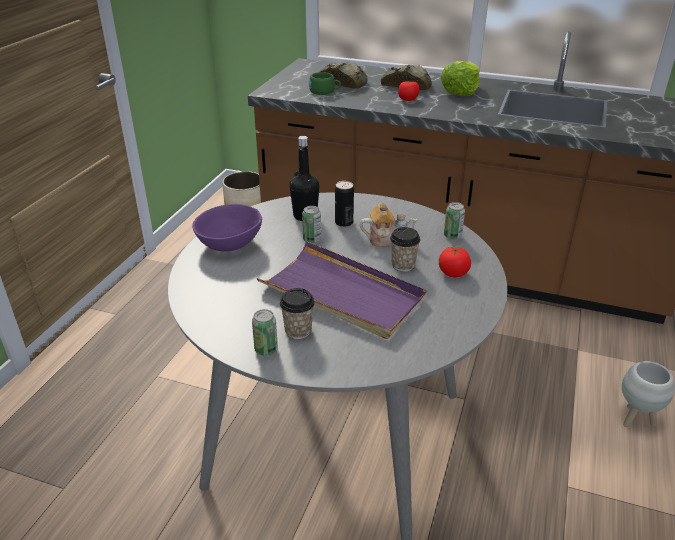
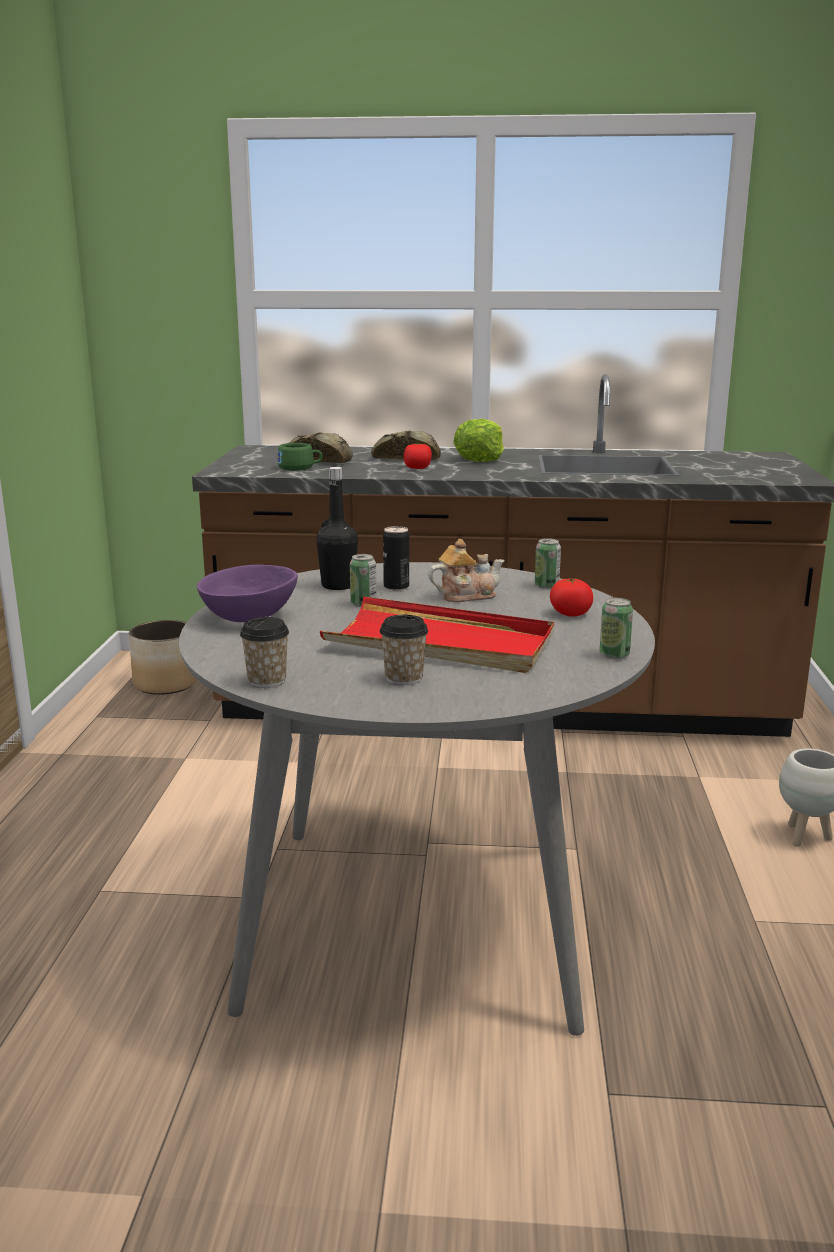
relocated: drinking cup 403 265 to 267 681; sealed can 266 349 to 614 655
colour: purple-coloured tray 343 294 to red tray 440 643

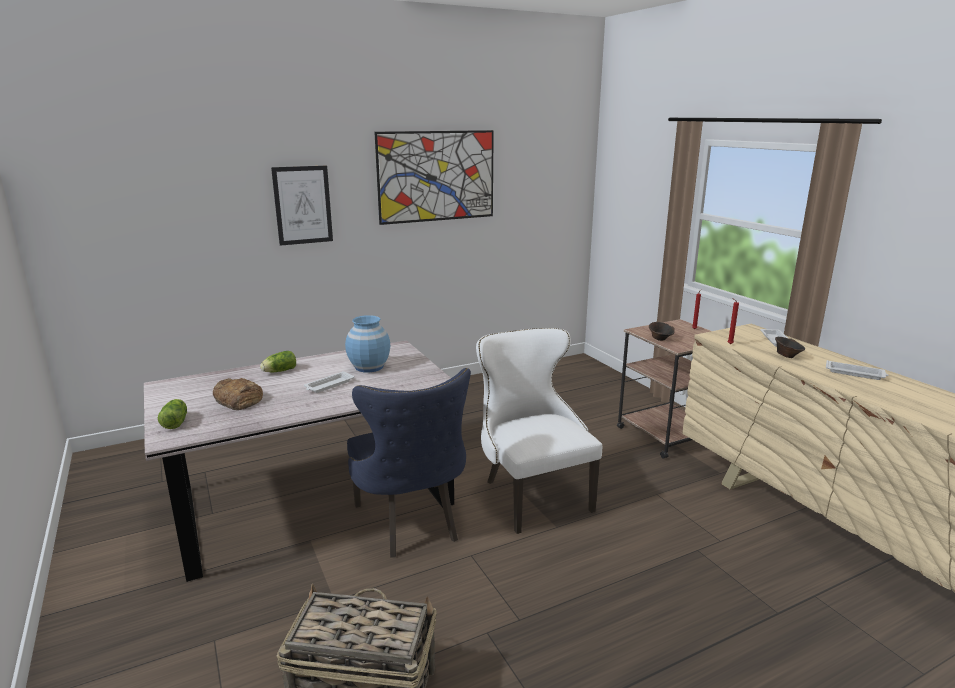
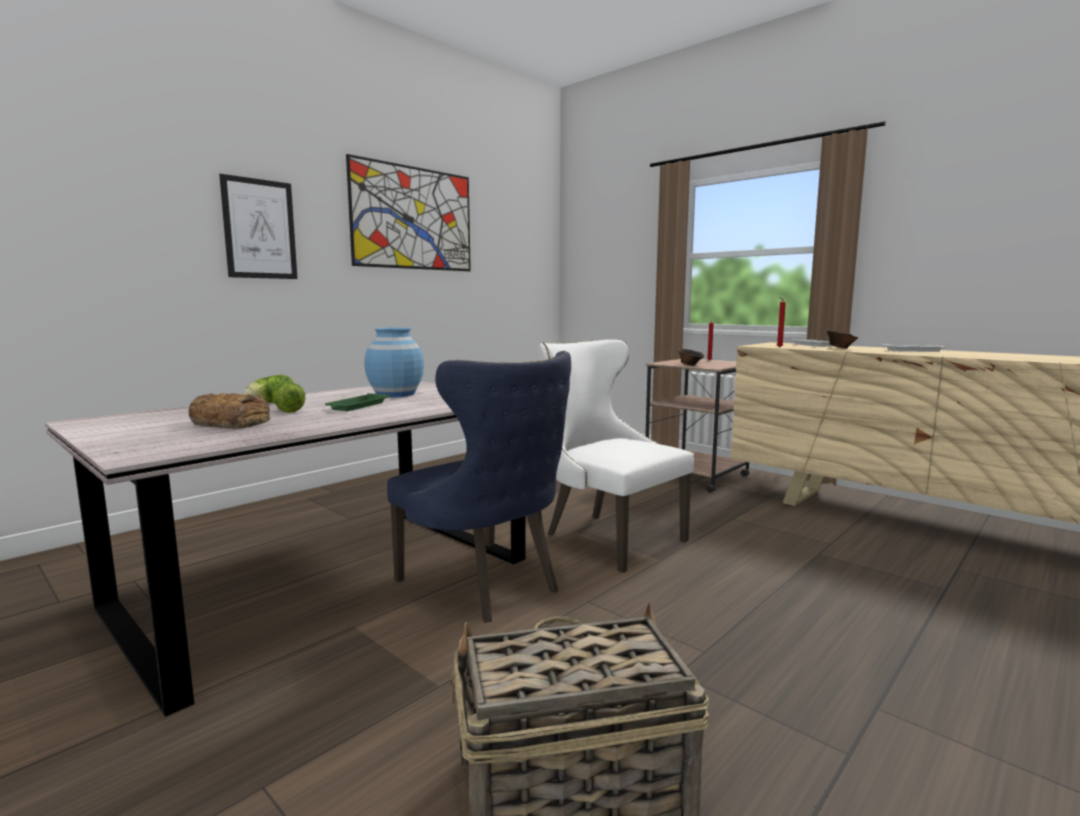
relocated: head of lettuce 176 422 to 288 409
colour: whitish tray 328 385 to greenish tray 357 406

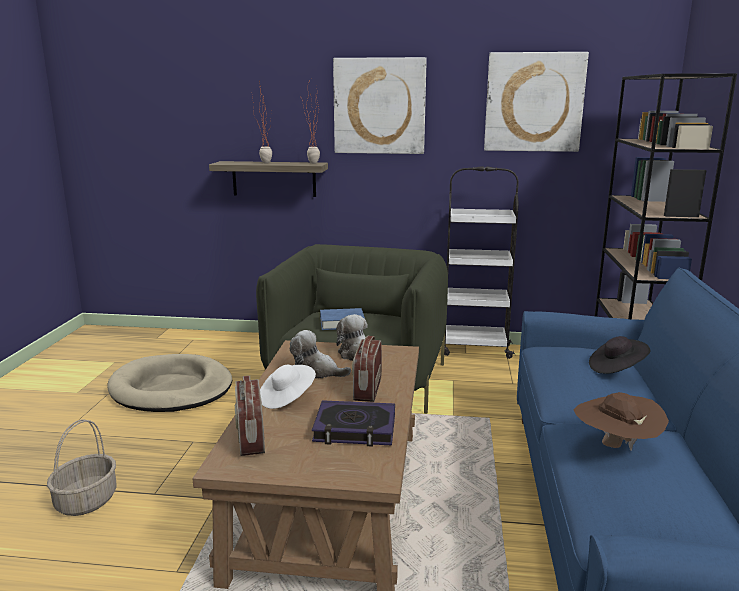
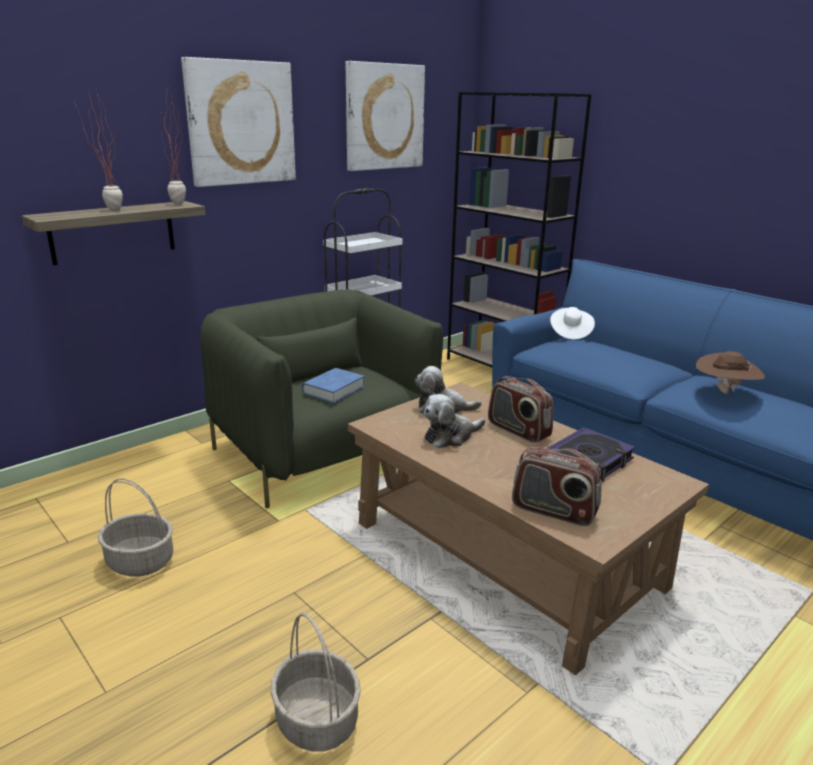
missing: blackish wearable hat 616 368
relocated: whitish wearable hat 287 398 to 570 333
exchanged: beige dog bed 171 388 to storage basket 141 561

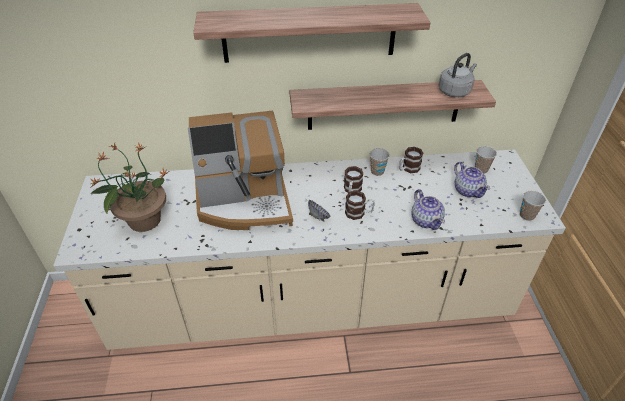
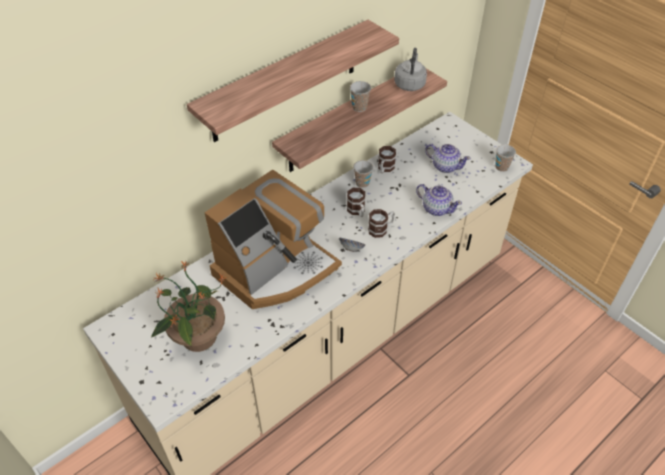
relocated: drinking cup 481 169 to 359 107

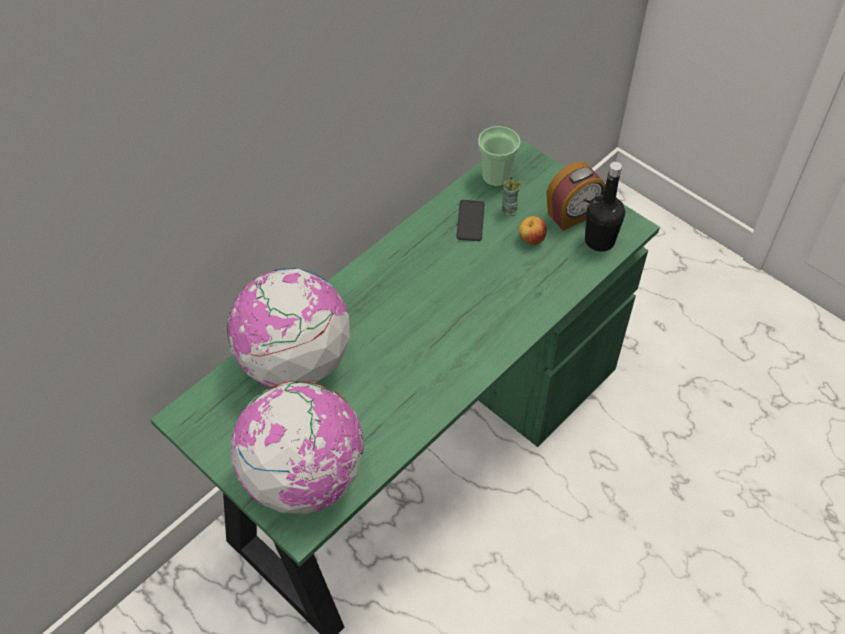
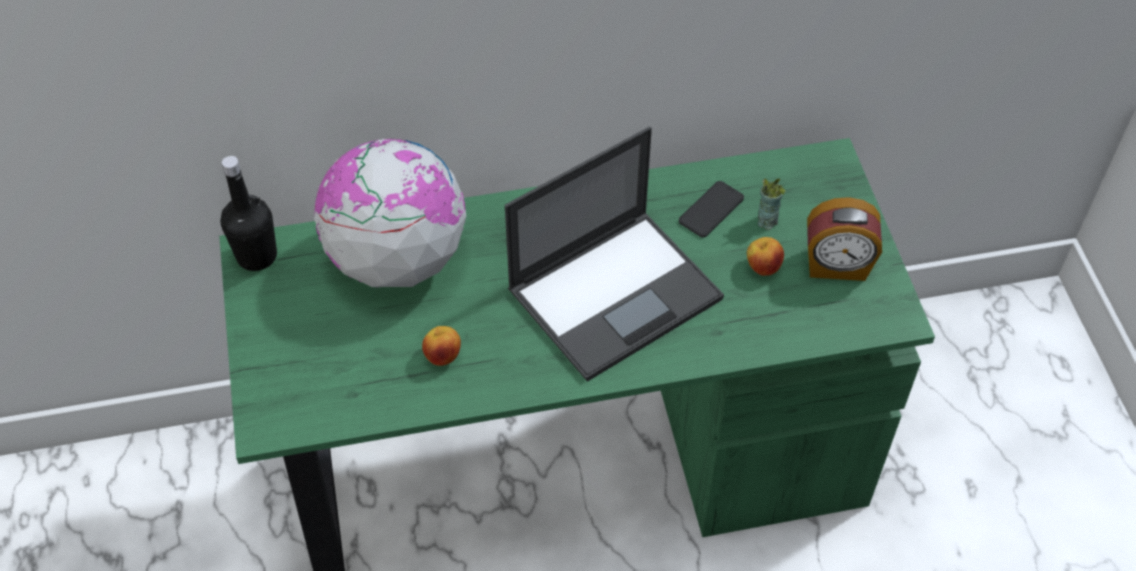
missing: drinking cup 496 177; globe 305 478
appeared: portable computer 616 292; apple 443 356
relocated: blackish beverage bottle 599 241 to 257 256

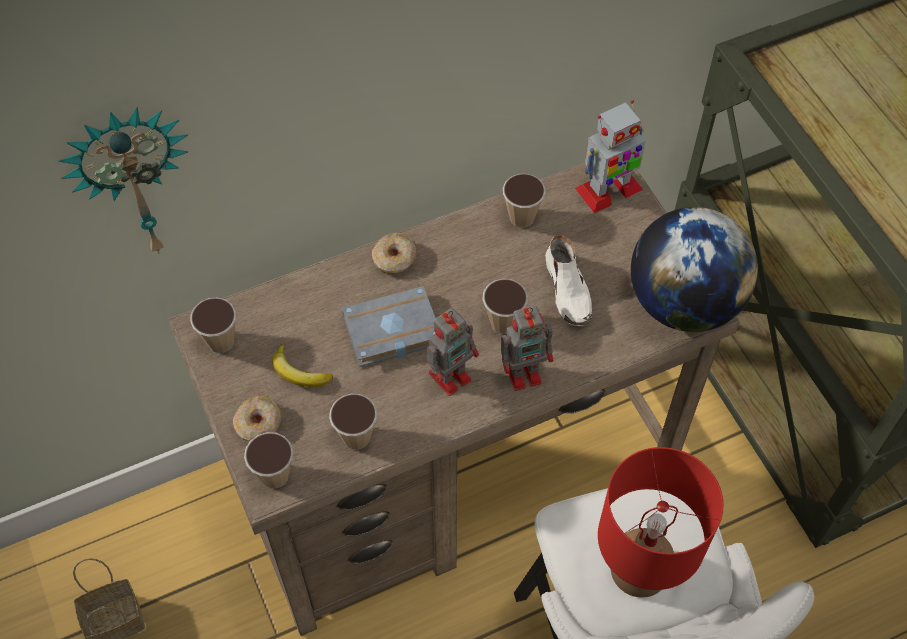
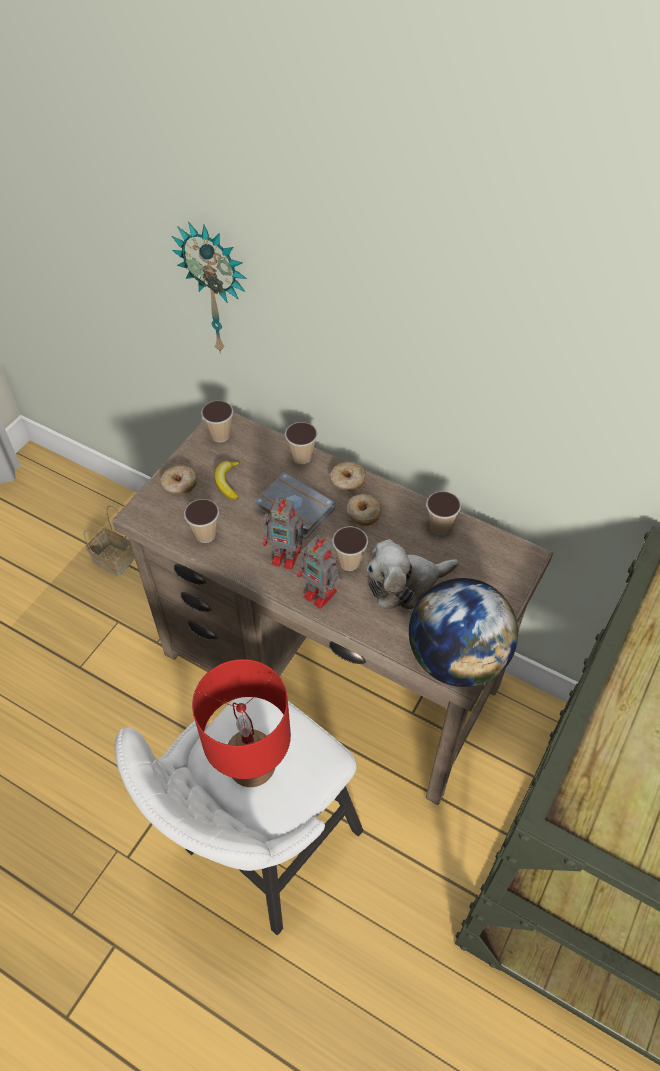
missing: model robot 608 190
appeared: ring doughnut 363 513
relocated: drinking cup 275 476 to 302 457
exchanged: whitish item of footwear 568 290 to plush toy 405 584

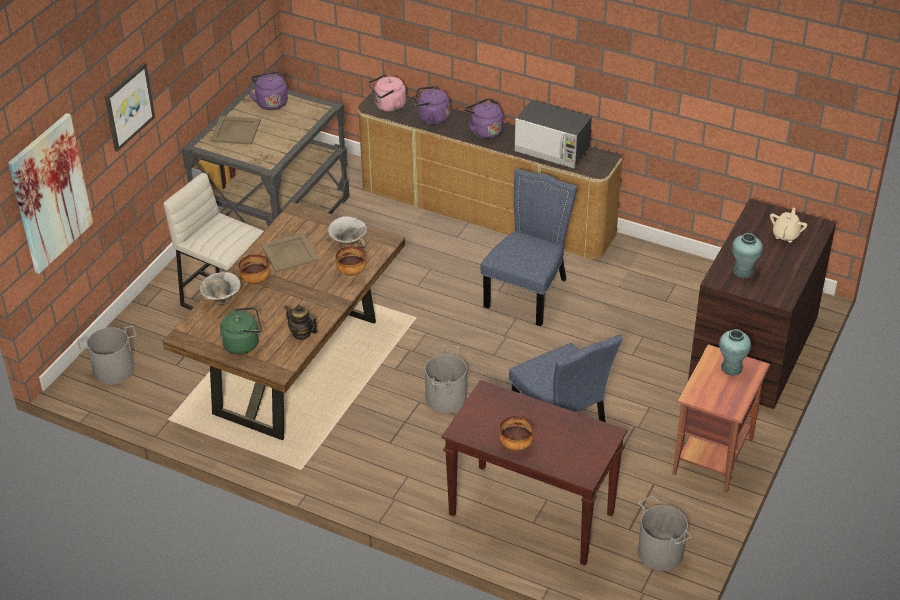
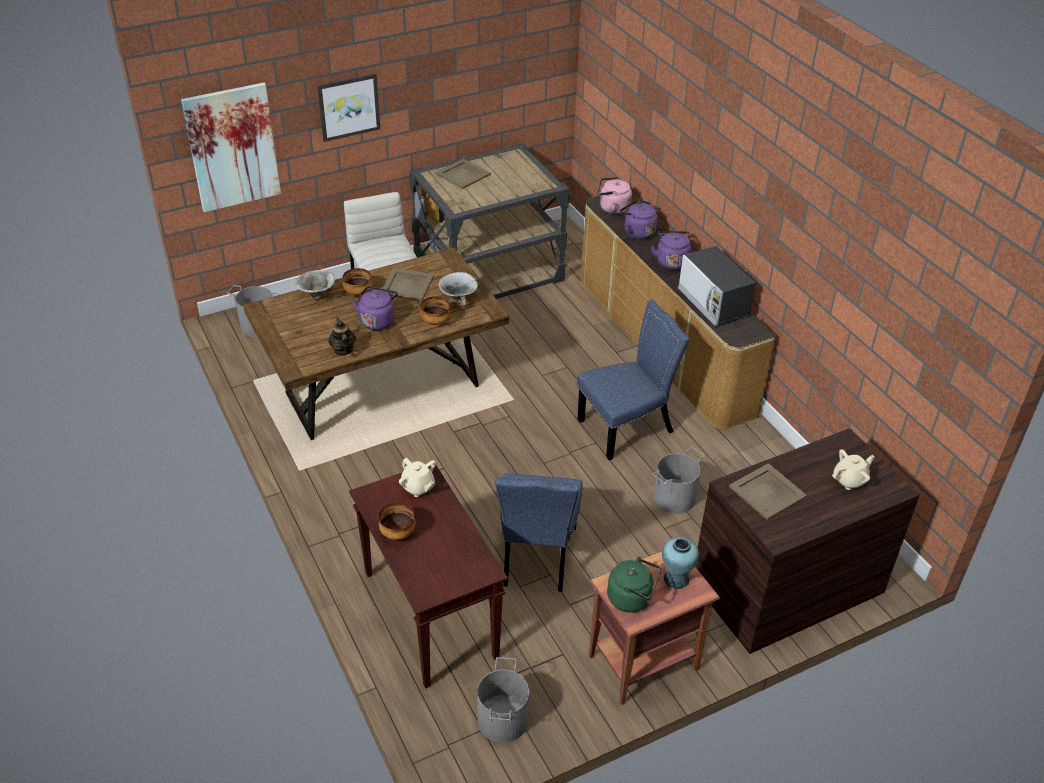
appeared: beige teapot 418 487
relocated: purple-coloured tea kettle 271 102 to 377 320; greenish tea kettle 243 343 to 632 598; gray bucket 445 398 to 673 497
exchanged: blue-green decorative vase 743 271 to beige tray 766 491

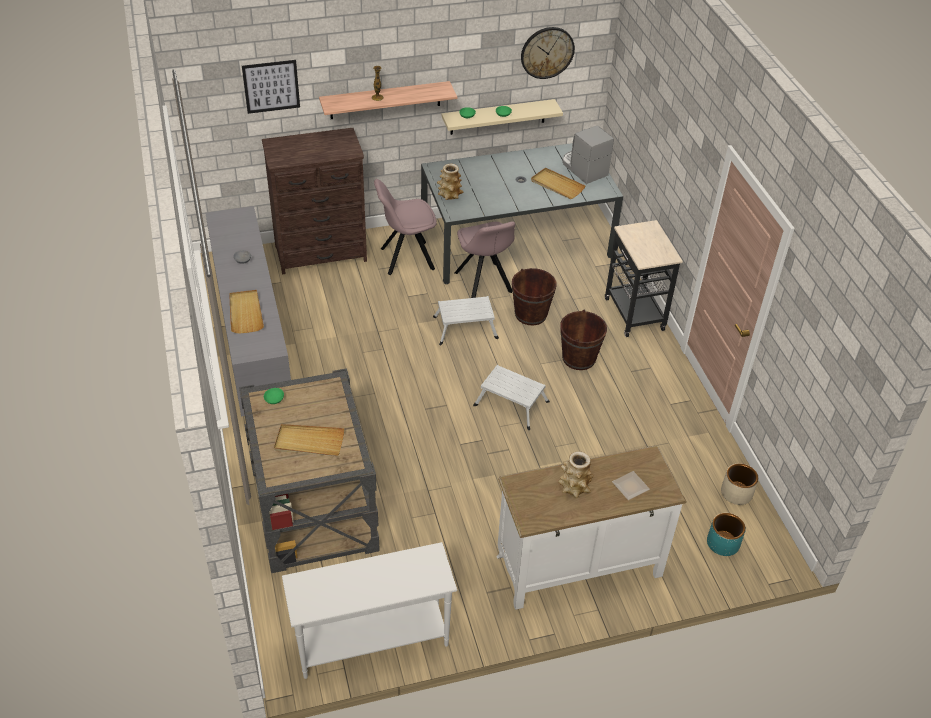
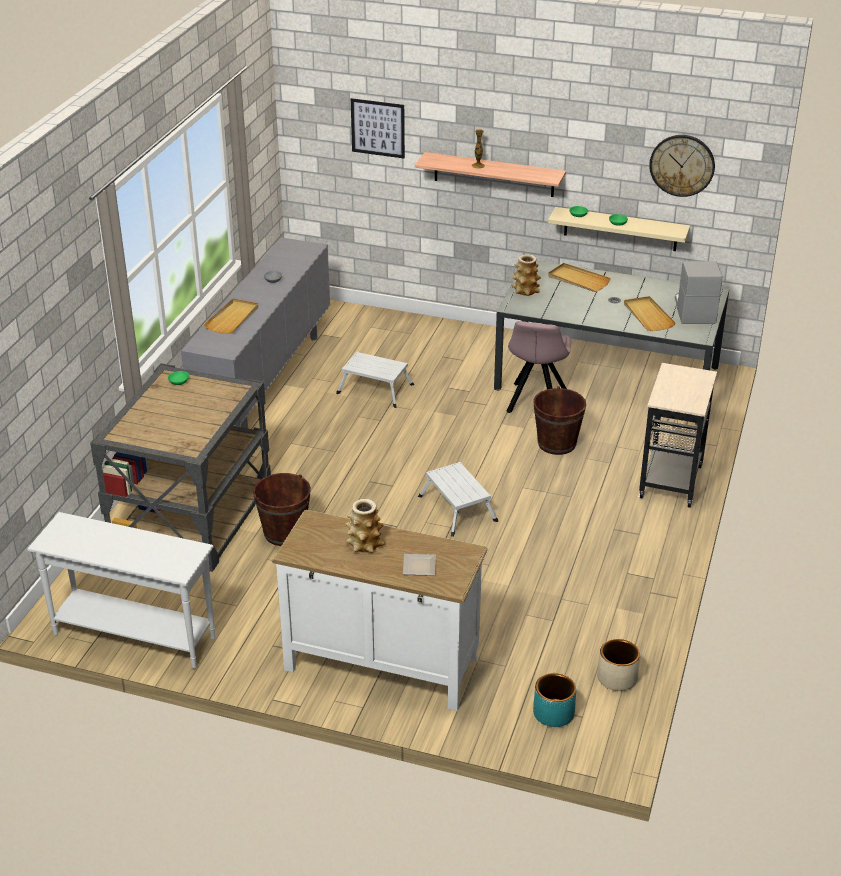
missing: brown chest of drawers 321 254; pink-coloured plain chair 406 258
relocated: whitish step stool 465 327 to 375 389; brown bucket 579 358 to 285 533; beige tray 309 442 to 578 280

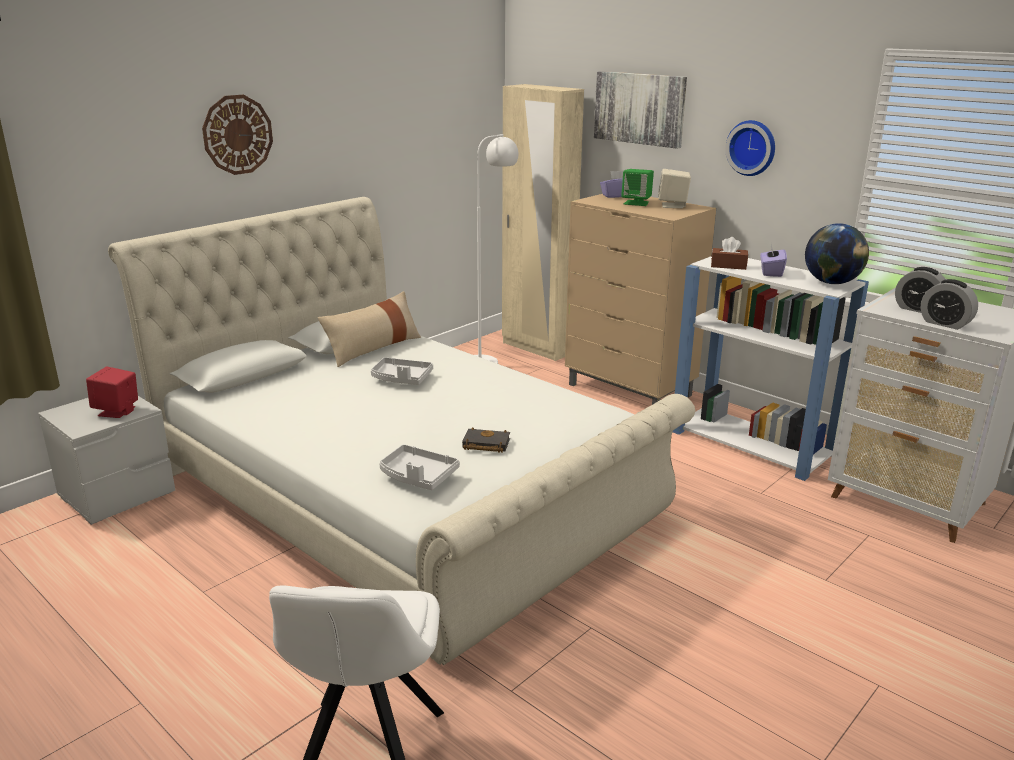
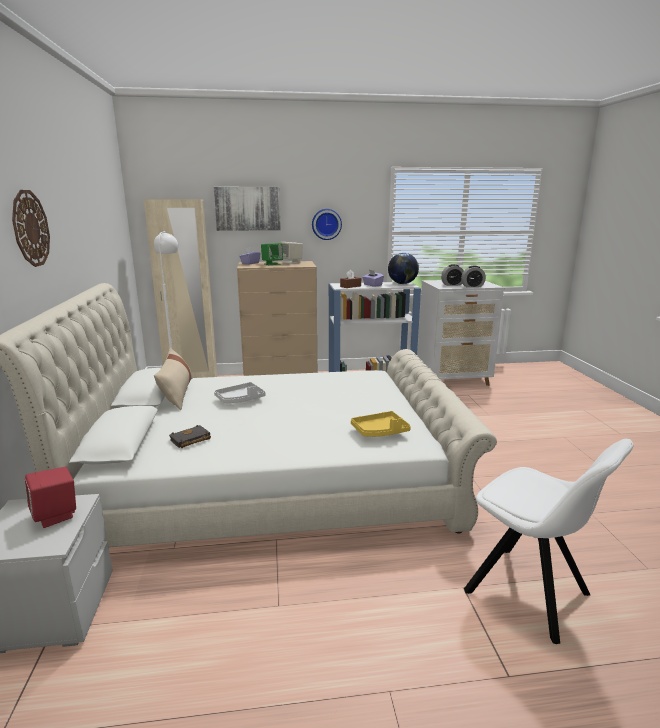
relocated: blackish bound book 484 445 to 190 440
colour: gray tray 418 476 to yellow-coloured tray 380 431

